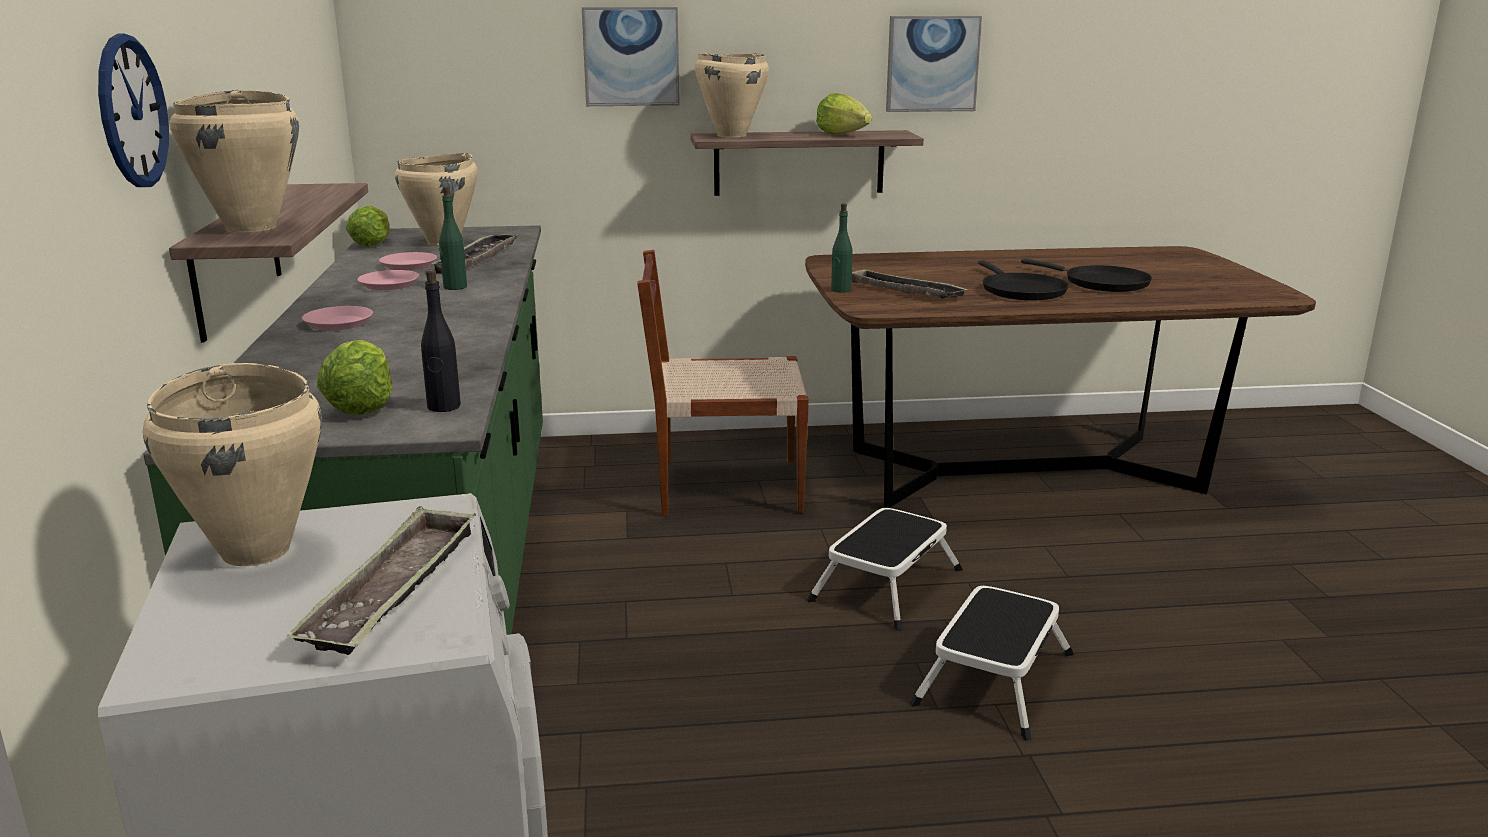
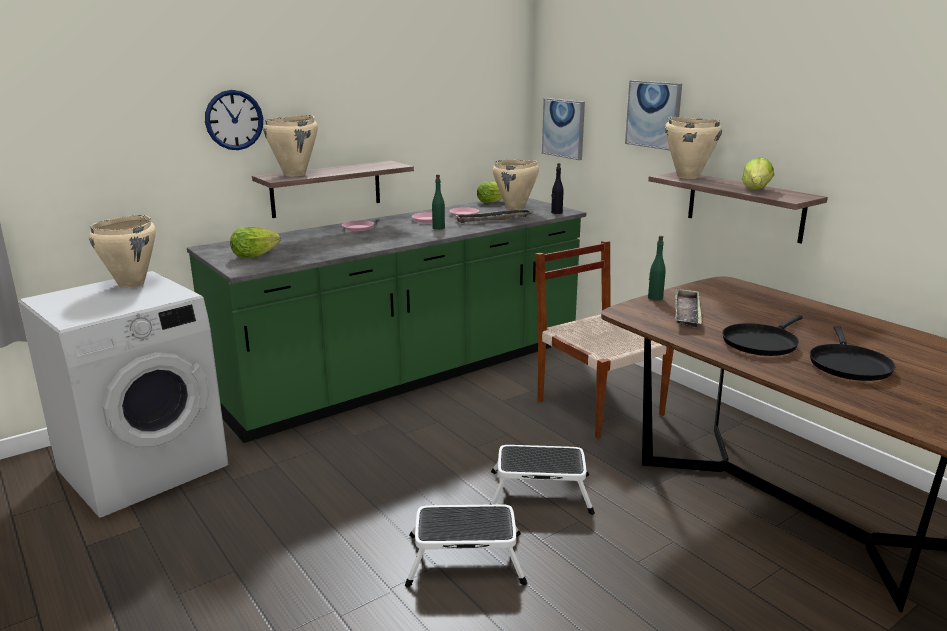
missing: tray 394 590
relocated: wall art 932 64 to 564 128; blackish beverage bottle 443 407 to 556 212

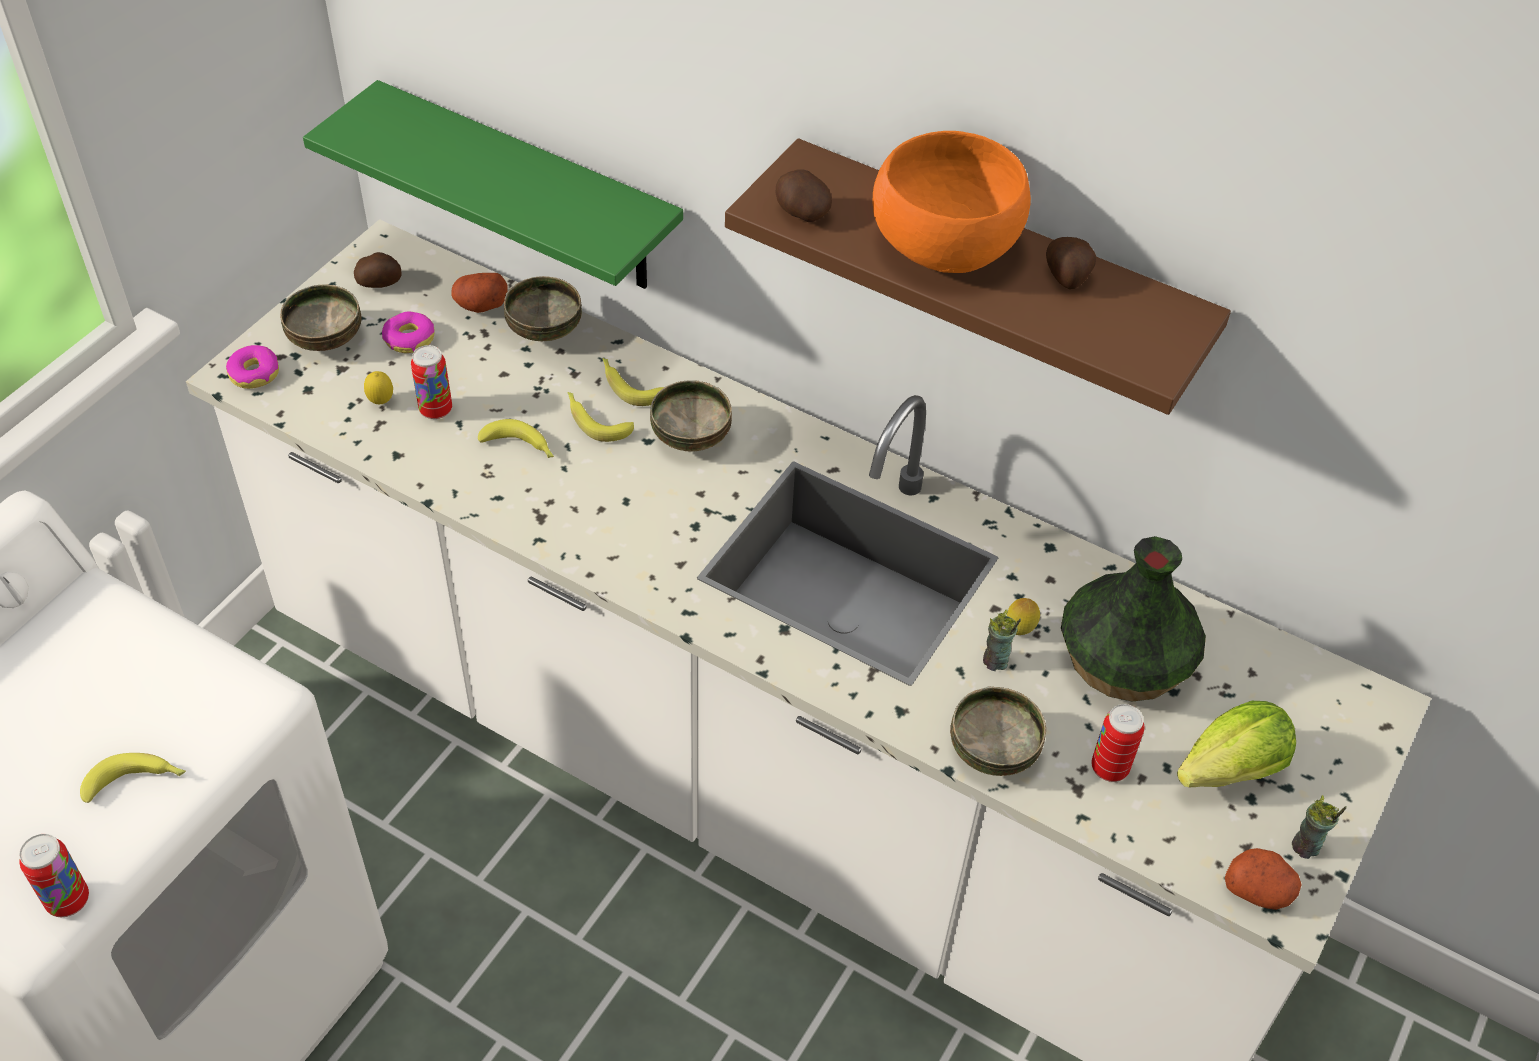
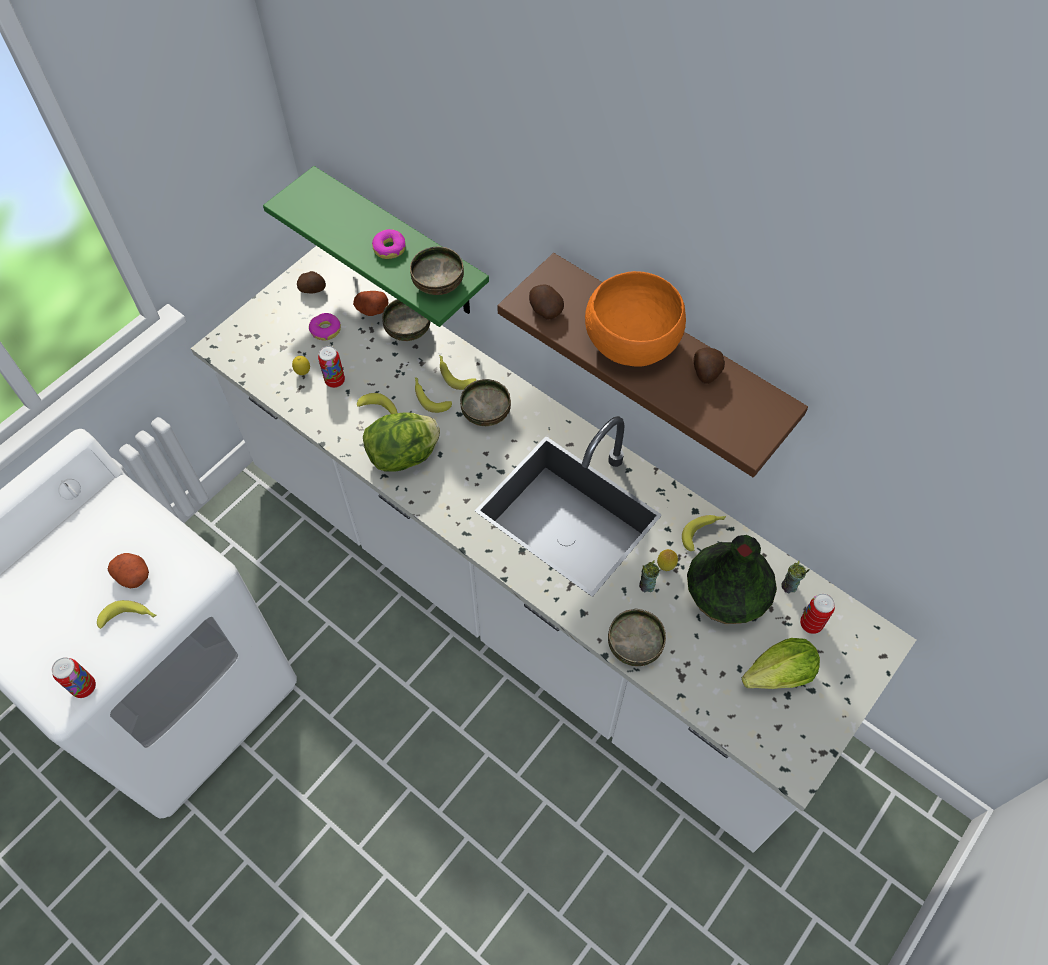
appeared: head of lettuce 404 455; banana fruit 703 532
relocated: deep dish 327 339 to 439 284; ring doughnut 254 373 to 389 248; sealed can 1109 768 to 811 624; drinking cup 1305 847 to 789 586; whole potato 1259 889 to 134 576

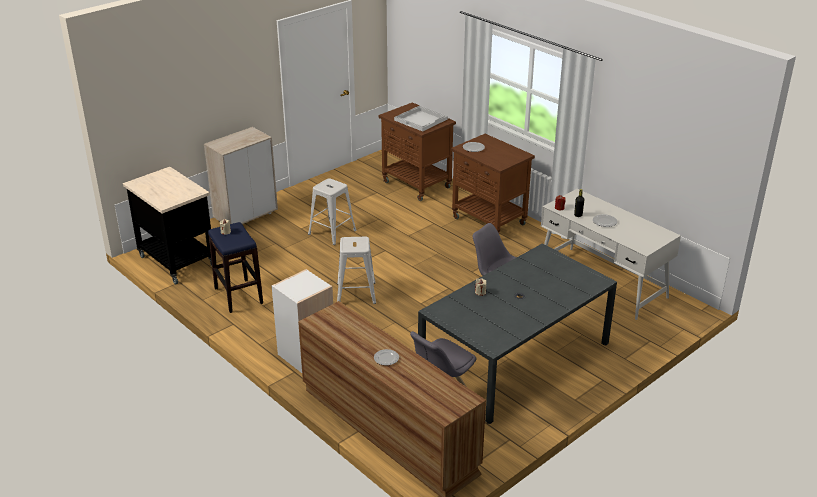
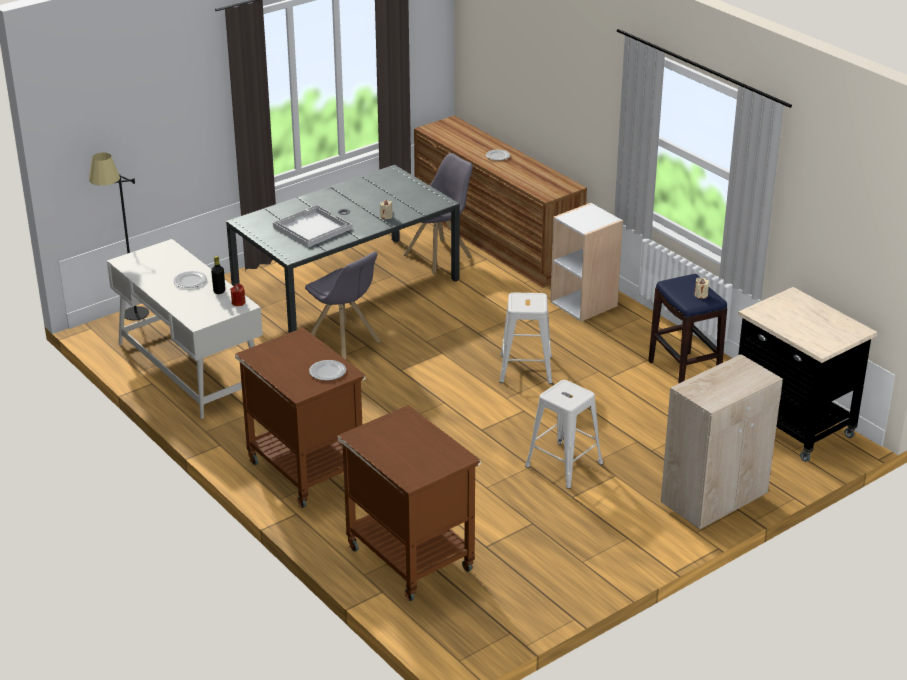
appeared: blackish standing lamp 129 319
relocated: whitish tray 421 119 to 311 228

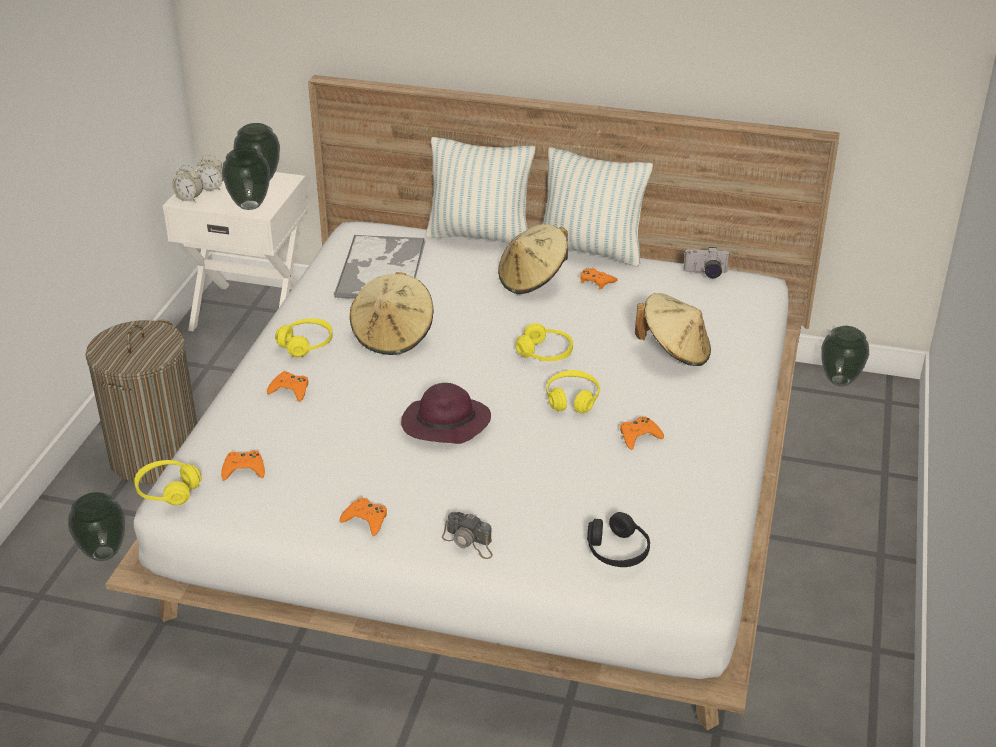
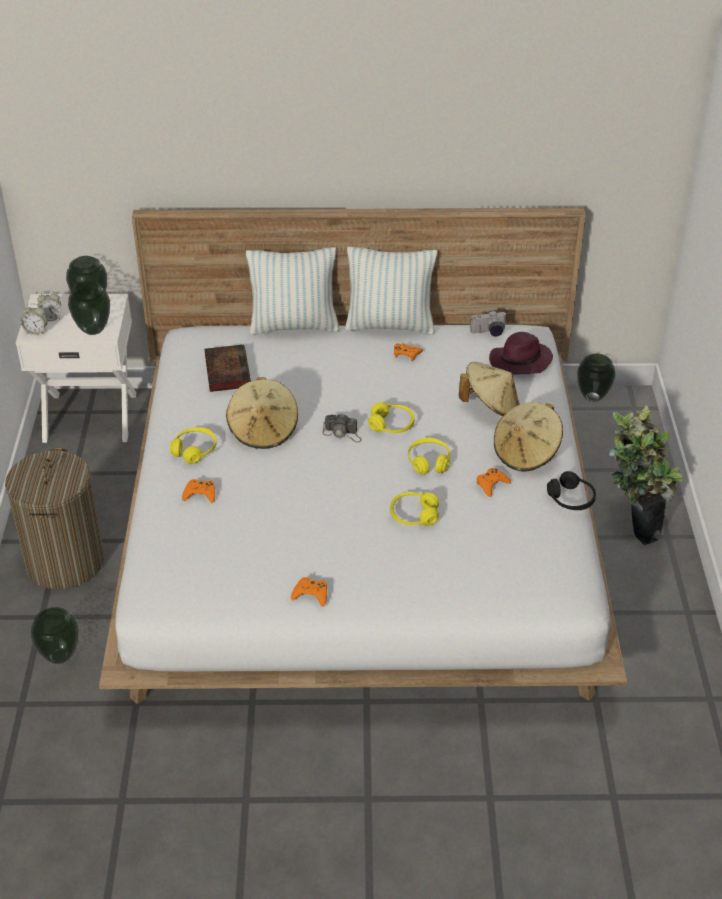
missing: orange-coloured gamepad 244 469
appeared: potted plant 632 525
relocated: beige wearable hat 532 280 to 526 453; purple-coloured wearable hat 444 425 to 519 362; yellow-coloured headphones 168 490 to 414 515; photo camera 469 542 to 342 433; blackish headphones 617 551 to 571 499
exchanged: tray 381 269 to bound book 226 371

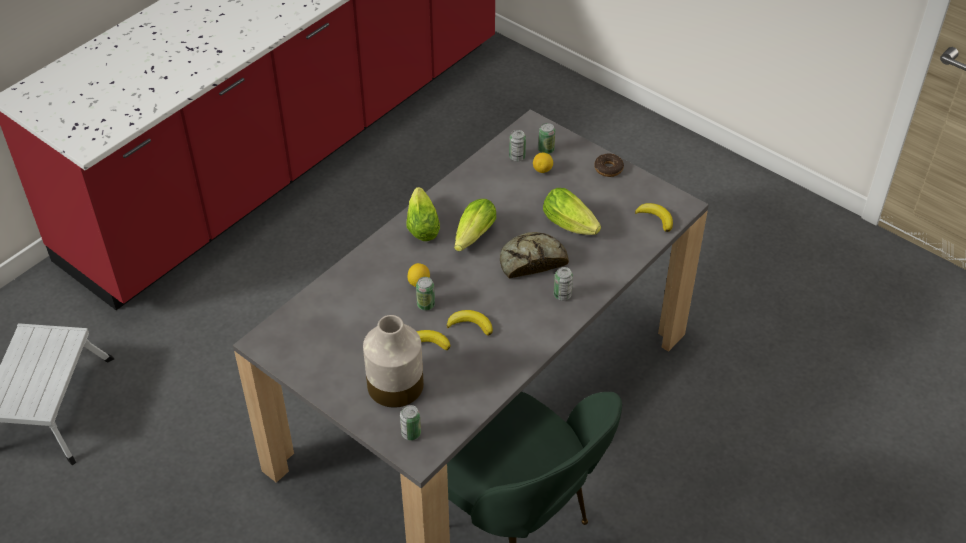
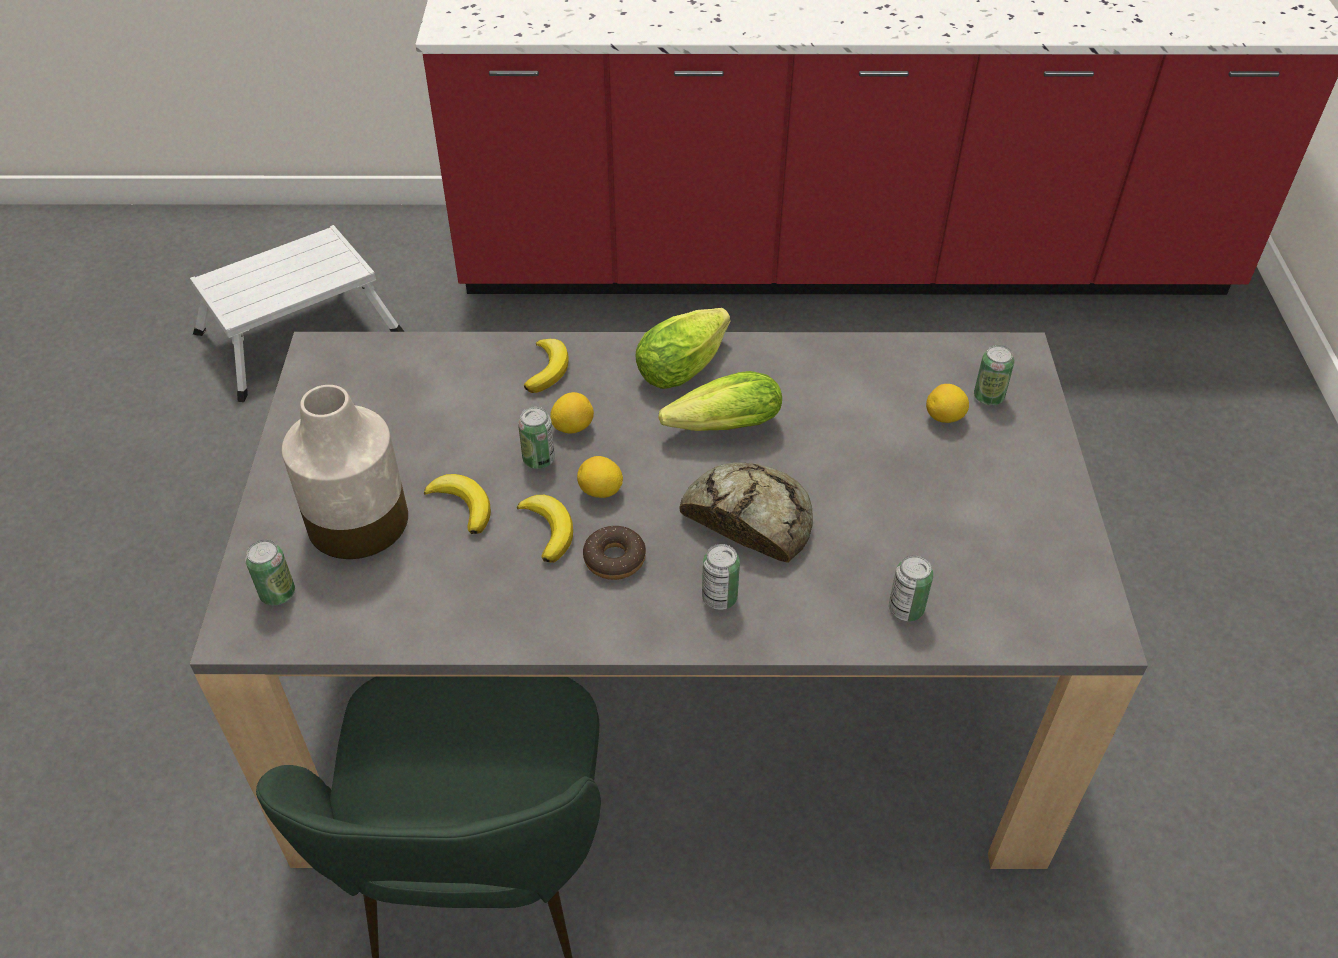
missing: head of lettuce 572 225
appeared: lemon 600 491
relocated: sealed can 517 157 to 906 609; ring doughnut 608 168 to 614 559; banana fruit 656 218 to 548 369

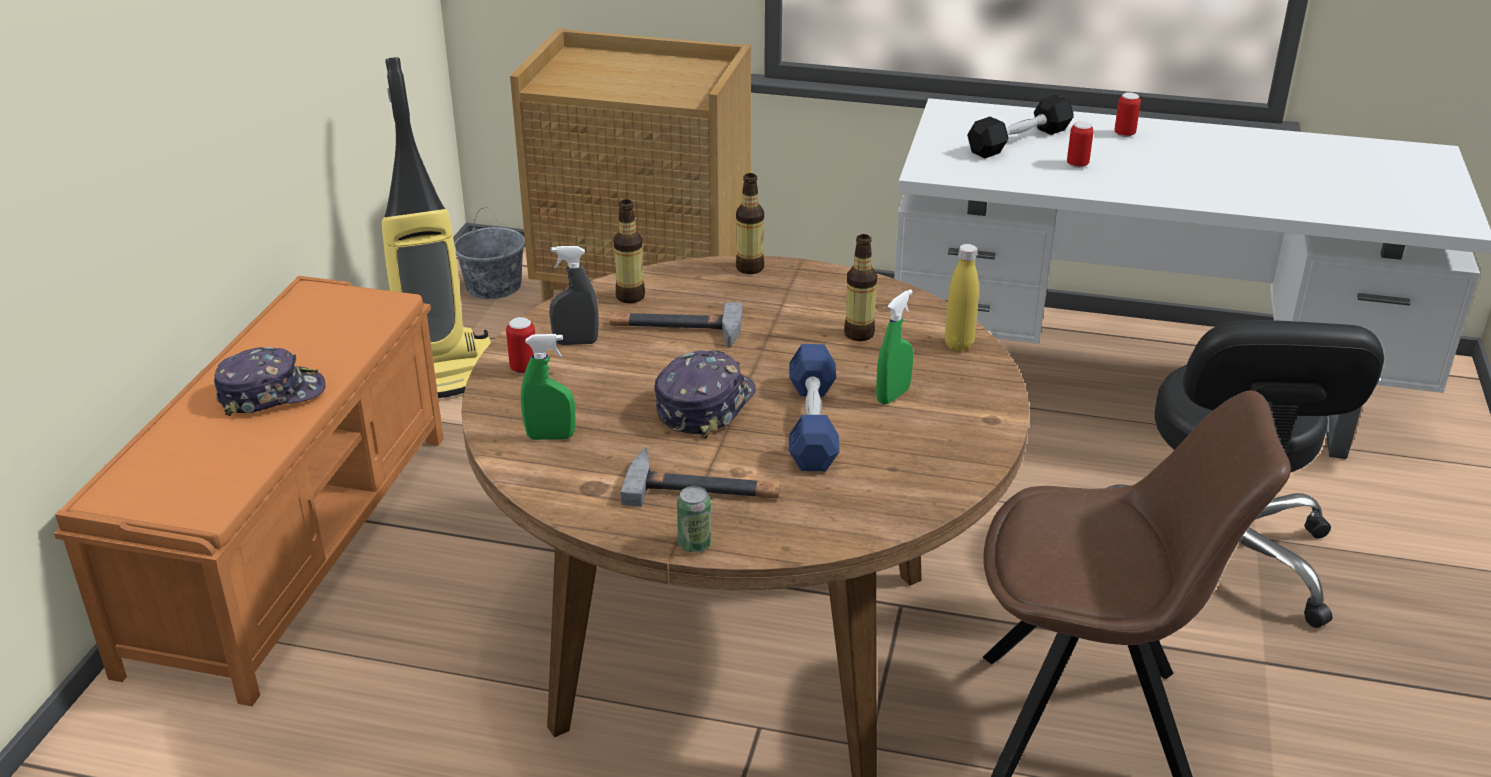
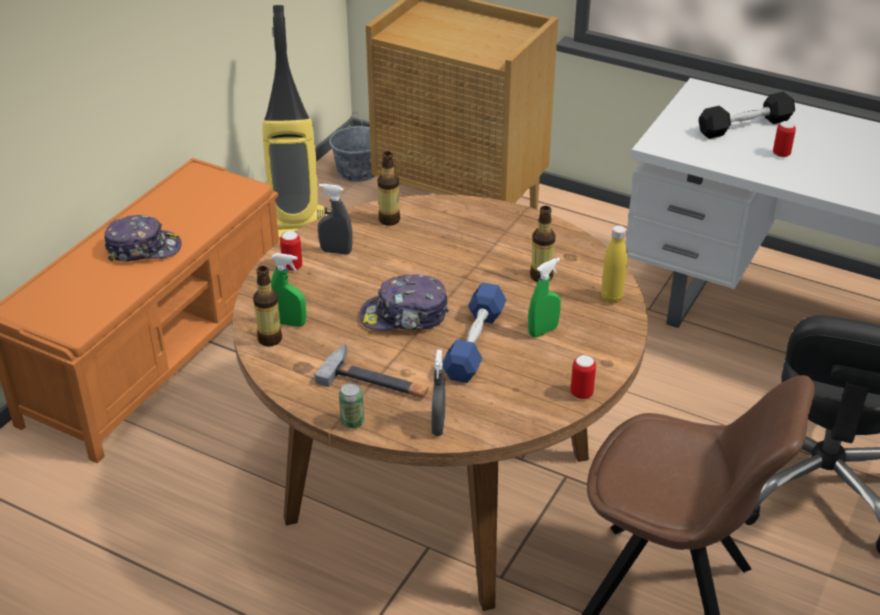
missing: hammer 675 329
appeared: gray hand sprayer 438 425
relocated: sealed can 1124 134 to 581 394; beverage bottle 750 268 to 270 339
spun: cap 704 405 = 404 316 135 degrees counterclockwise

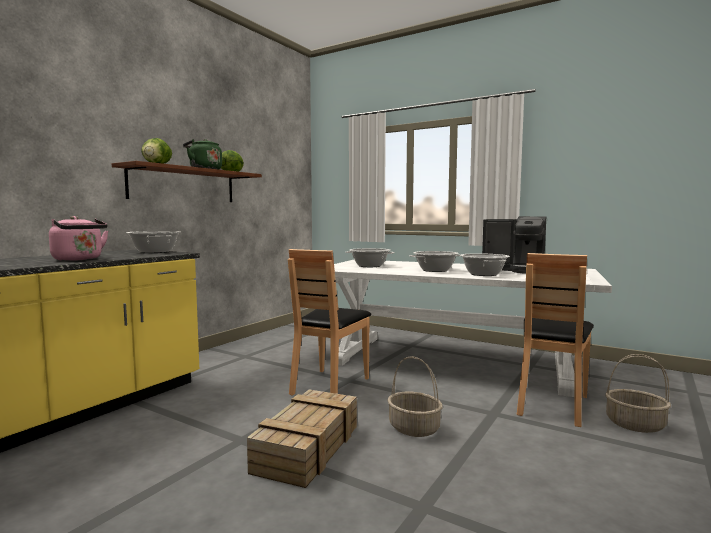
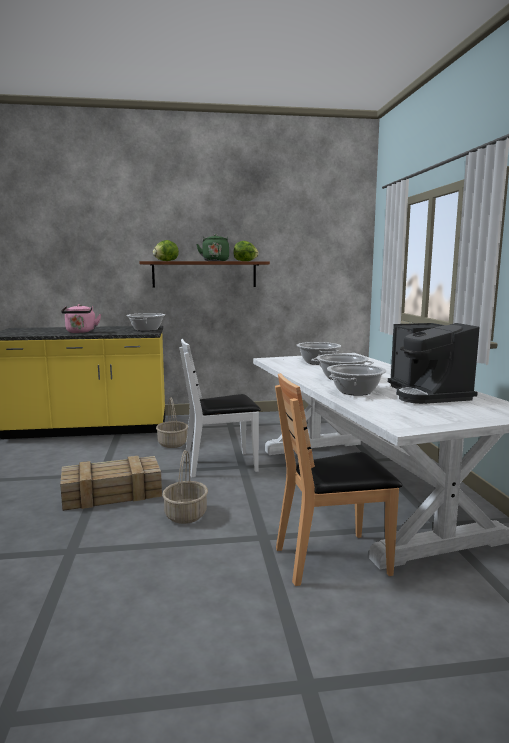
relocated: storage basket 635 424 to 173 443
colour: brown plain chair 329 385 to whitish plain chair 221 465

